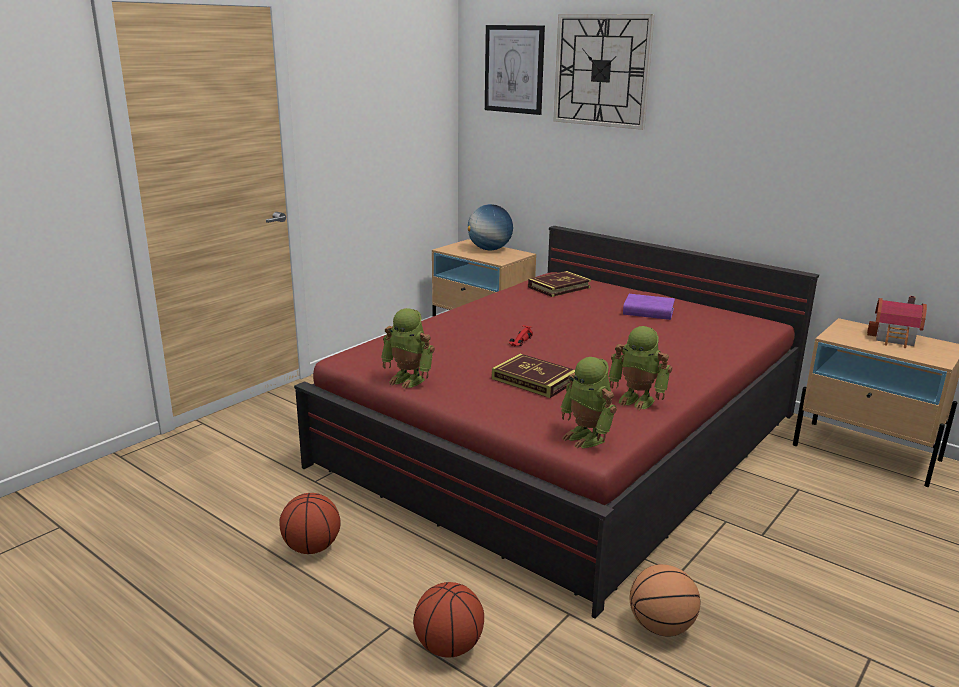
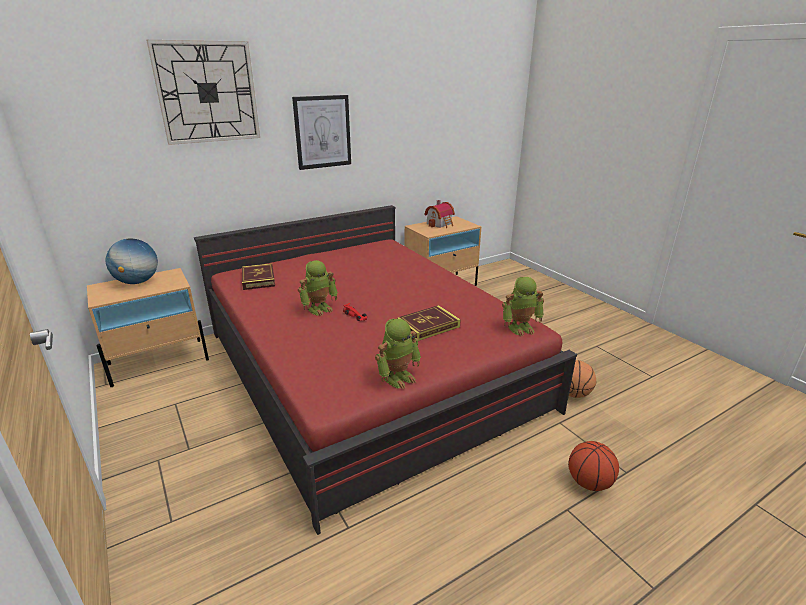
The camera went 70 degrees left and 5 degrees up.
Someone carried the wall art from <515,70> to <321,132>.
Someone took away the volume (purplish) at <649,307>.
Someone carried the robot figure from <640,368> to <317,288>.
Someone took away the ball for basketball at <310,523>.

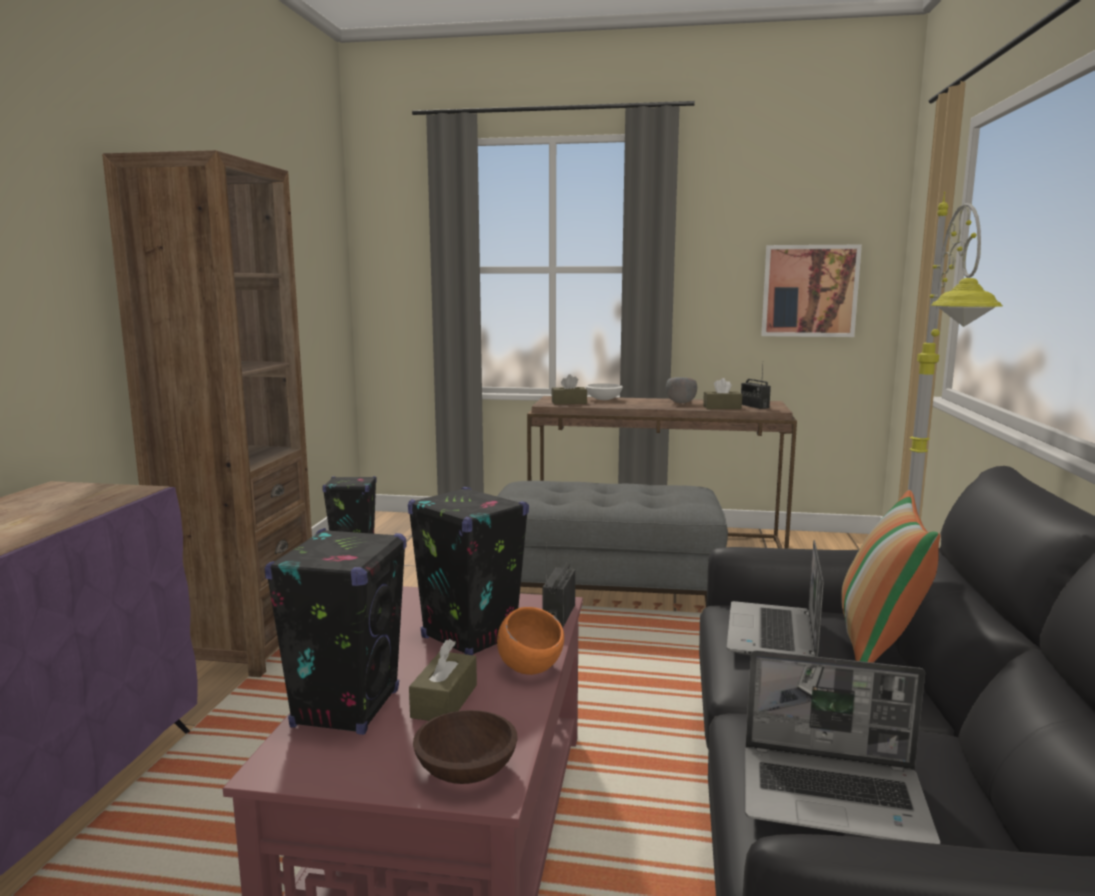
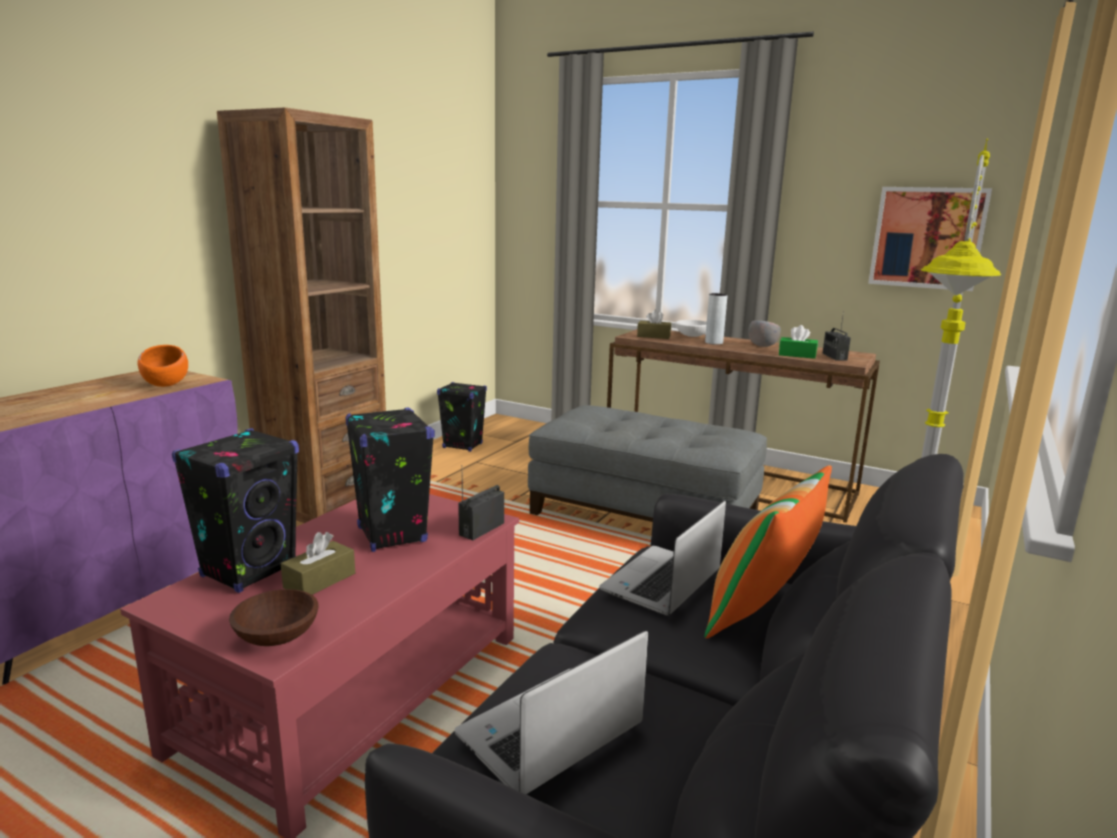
The camera went 20 degrees right and 5 degrees up.
Someone repainted the tissue box (brownish) at <722,393>, which became the tissue box (green) at <798,342>.
Someone carried the bowl (orange) from <530,641> to <163,366>.
Someone rotated the notebook computer at <842,747> by 105 degrees clockwise.
Someone put down the flower vase (gray) at <716,318>.

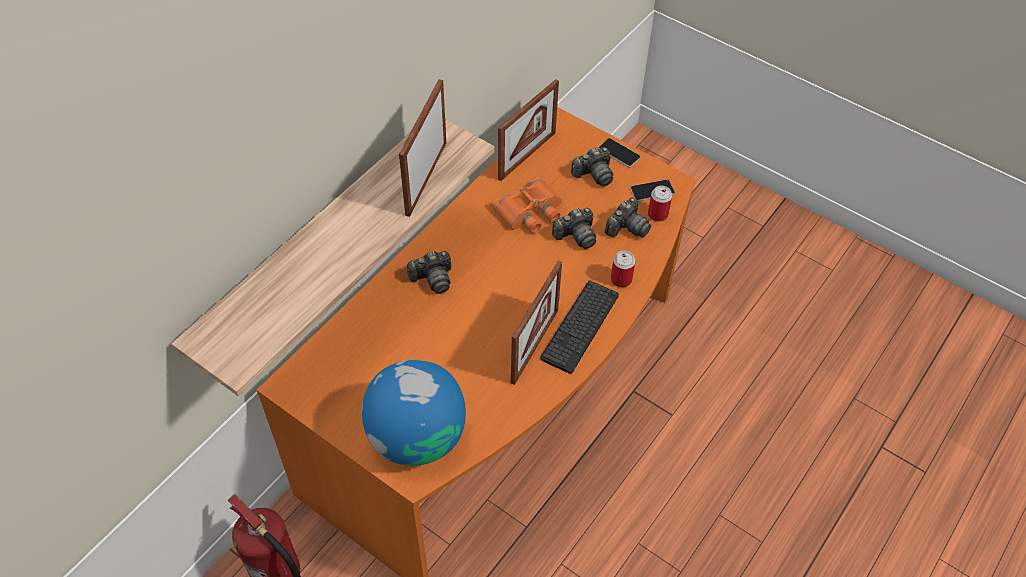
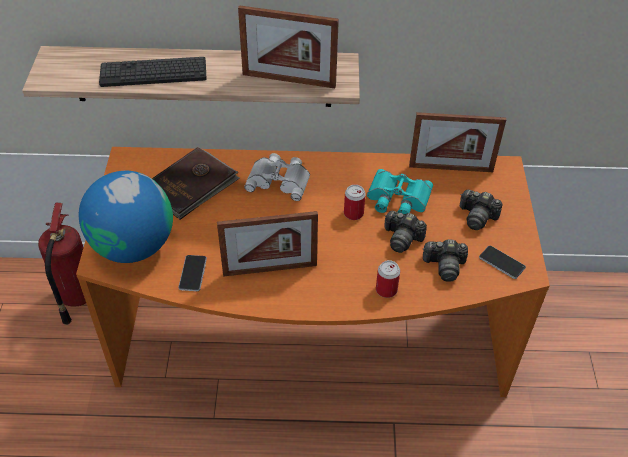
The camera went 55 degrees right and 5 degrees down.
Someone rotated the picture frame at <422,148> by 150 degrees counterclockwise.
Someone carried the telephone from <619,152> to <192,273>.
Someone repainted the pair of binoculars (orange) at <526,205>, which became the pair of binoculars (turquoise) at <400,192>.
Someone carried the sealed can from <660,204> to <355,202>.
Someone swapped the photo camera at <429,272> for the pair of binoculars (white) at <277,177>.
Someone carried the keyboard from <579,327> to <153,72>.
Someone put down the volume (brownish) at <196,183>.

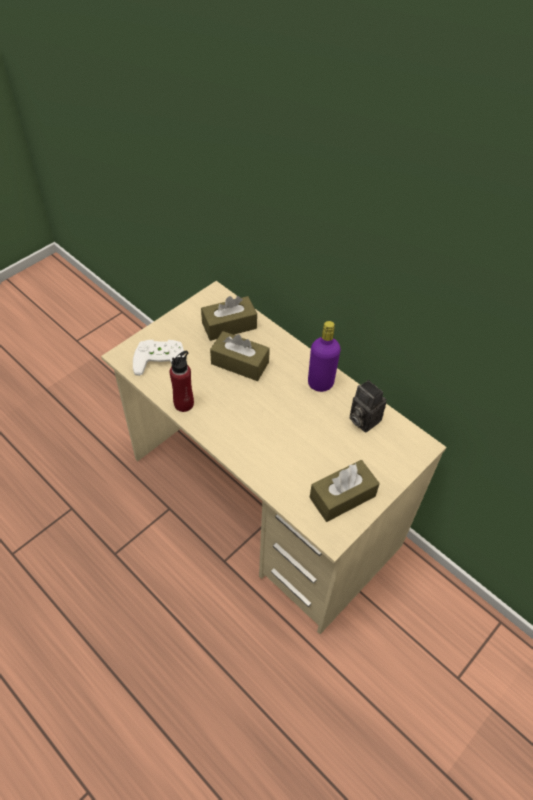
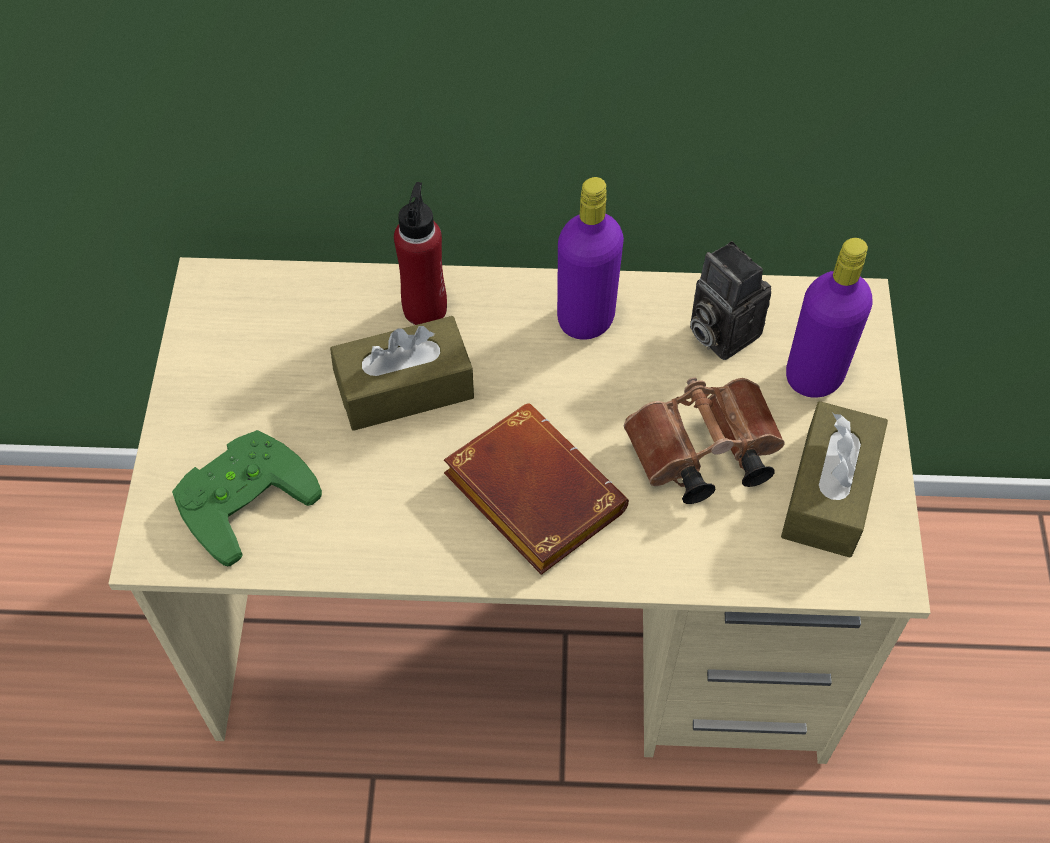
The camera went 40 degrees left and 5 degrees up.
Someone took away the tissue box (brownish) at <229,318>.
Someone repainted the game controller (white) at <159,358>, which became the game controller (green) at <247,498>.
Someone carried the beverage bottle (red-coloured) from <182,381> to <420,253>.
Someone rotated the photo camera at <367,406> by 45 degrees clockwise.
Someone put down the beverage bottle (purplish) at <829,317>.
Someone put down the pair of binoculars (brownish) at <704,440>.
Someone put down the volume (brownish) at <536,489>.

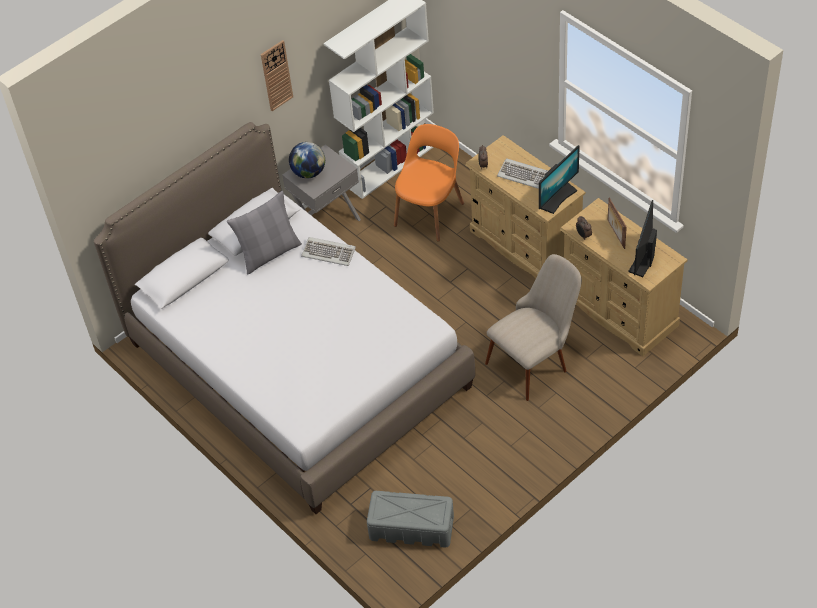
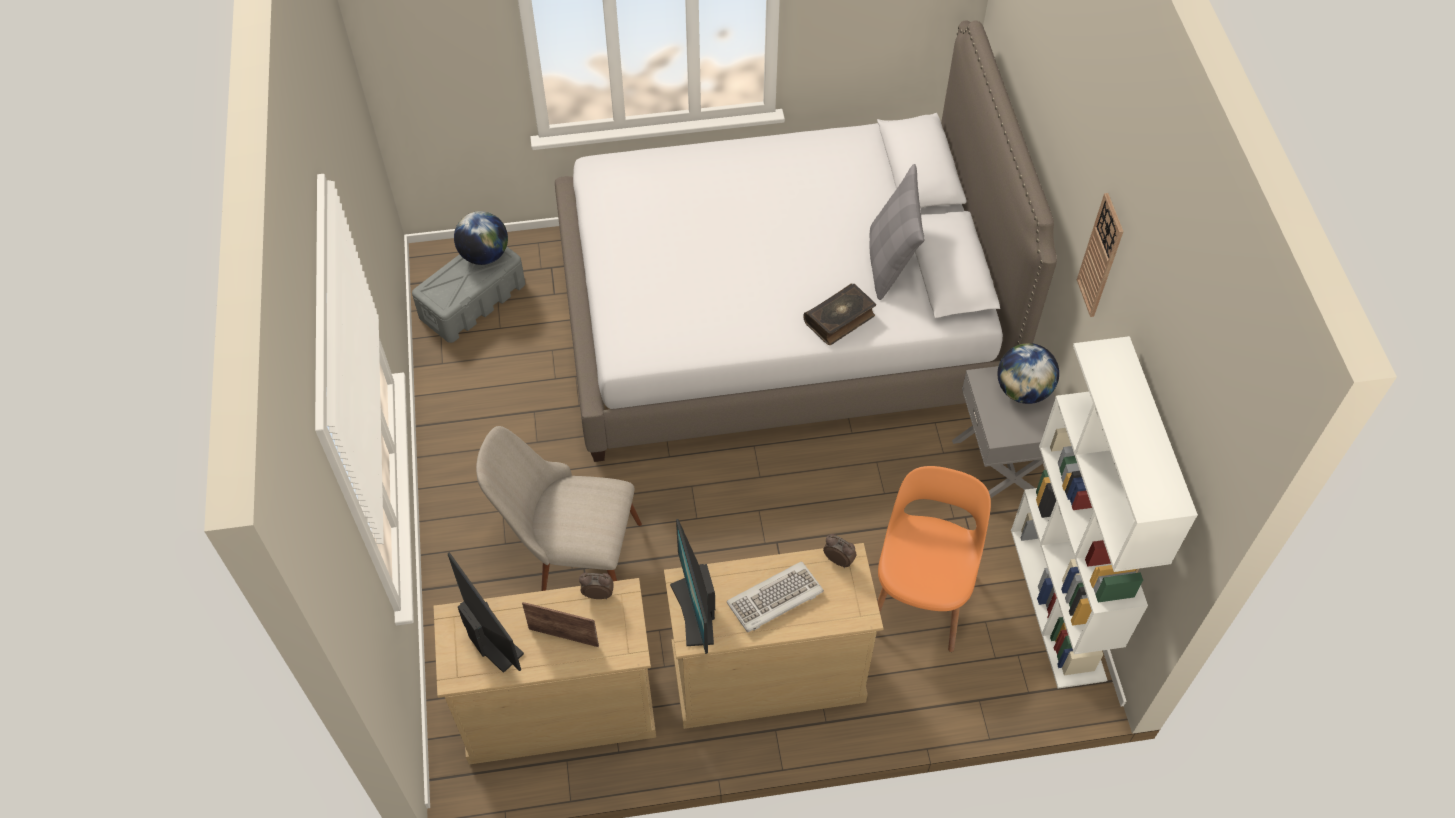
The camera went 120 degrees right and 5 degrees up.
Someone rotated the chair (orange) at <429,183> by 135 degrees counterclockwise.
Someone swapped the keyboard at <328,251> for the volume at <839,314>.
Someone rotated the chair (beige-coloured) at <533,327> by 105 degrees clockwise.
Someone put down the globe at <481,238>.

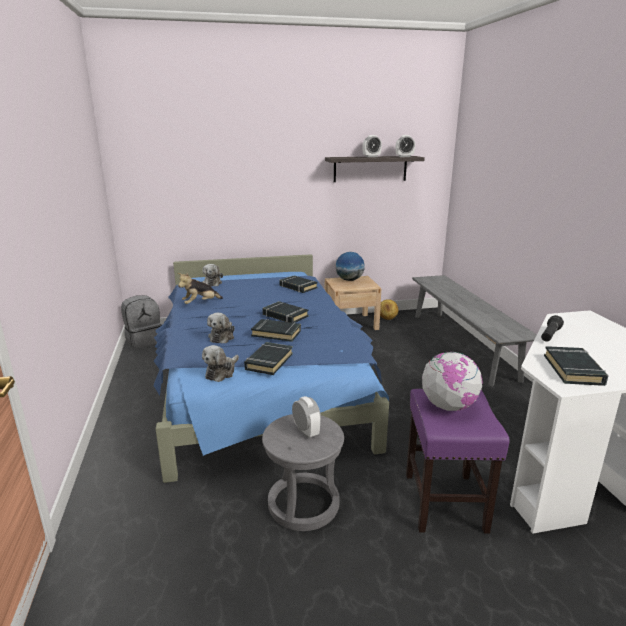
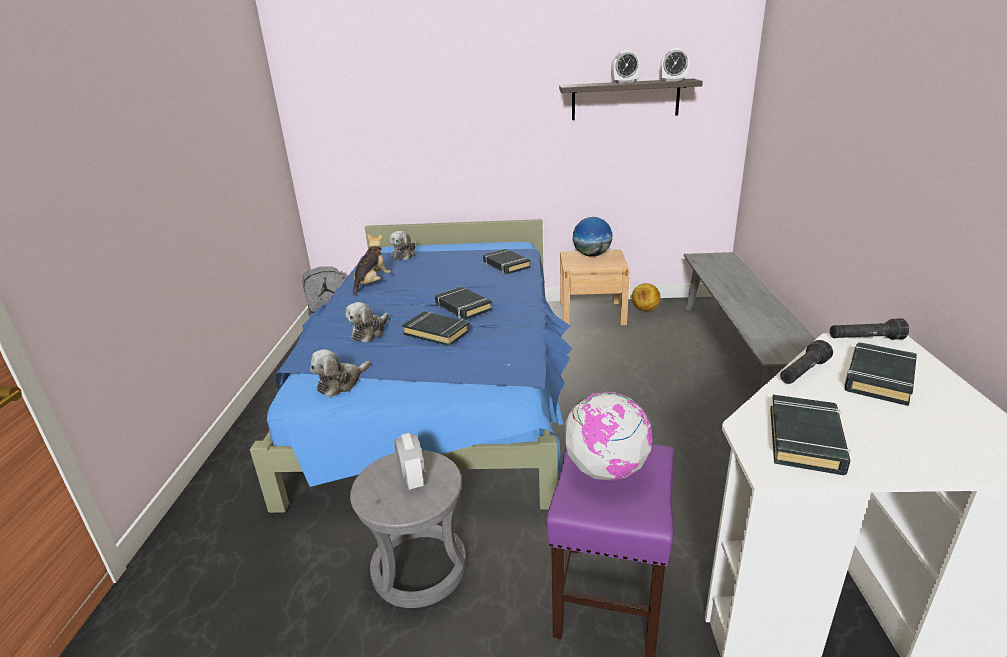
The camera went 15 degrees right and 5 degrees up.
Someone rotated the cuddly toy at <200,288> by 135 degrees clockwise.
Someone carried the volume (black) from <268,358> to <880,374>.
Someone put down the torch (black) at <869,329>.

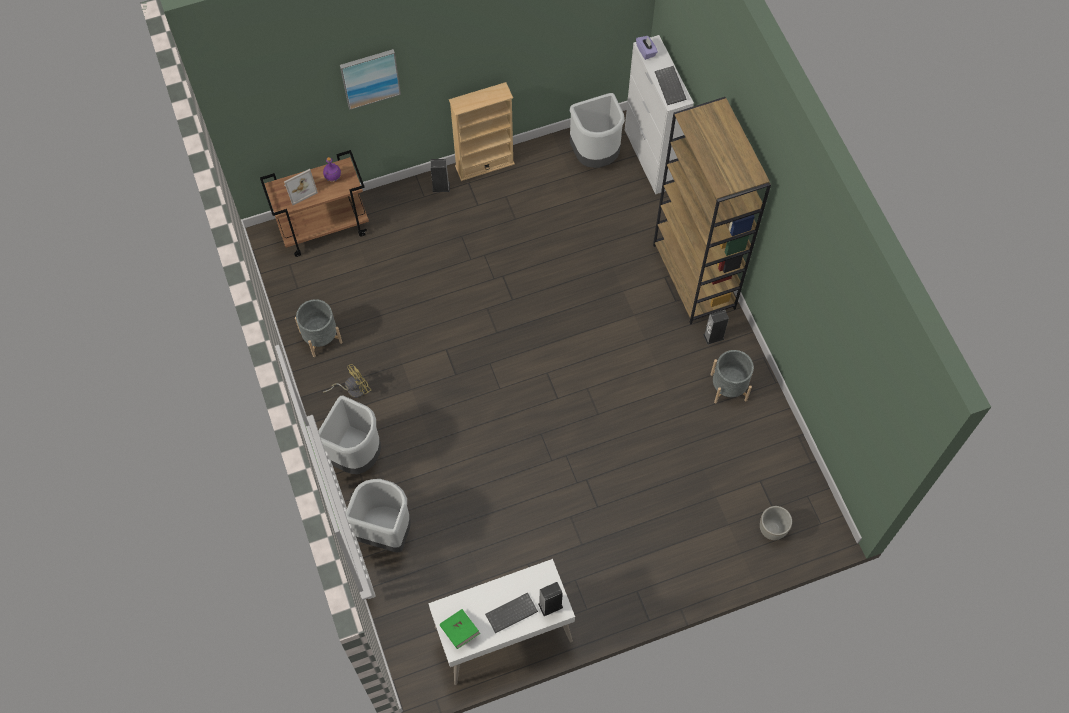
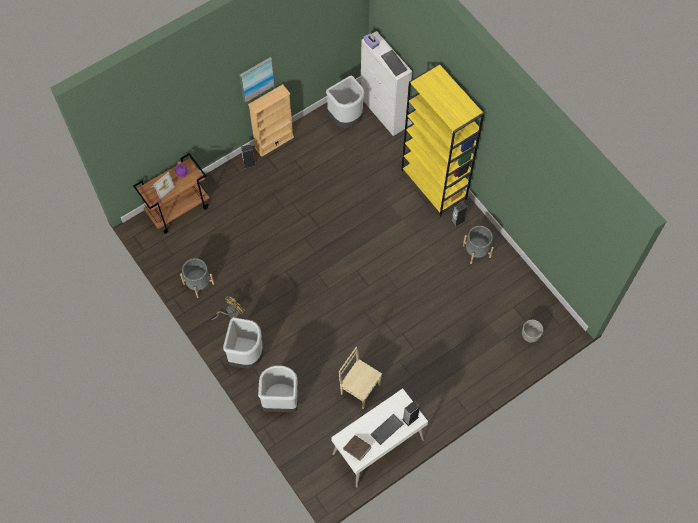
The camera went 15 degrees left and 0 degrees up.
Someone carried the wall art from <370,79> to <257,80>.
Someone repainted the shelving unit (brownish) at <712,210>, which became the shelving unit (yellow-coloured) at <442,140>.
Someone repainted the volume (green) at <460,629>, which became the volume (brownish) at <357,448>.
Someone put down the chair (beige-coloured) at <360,378>.

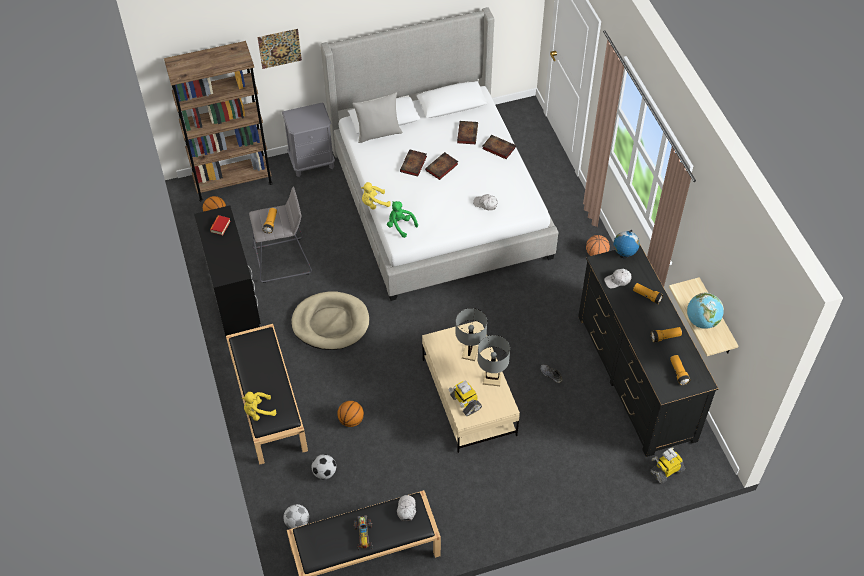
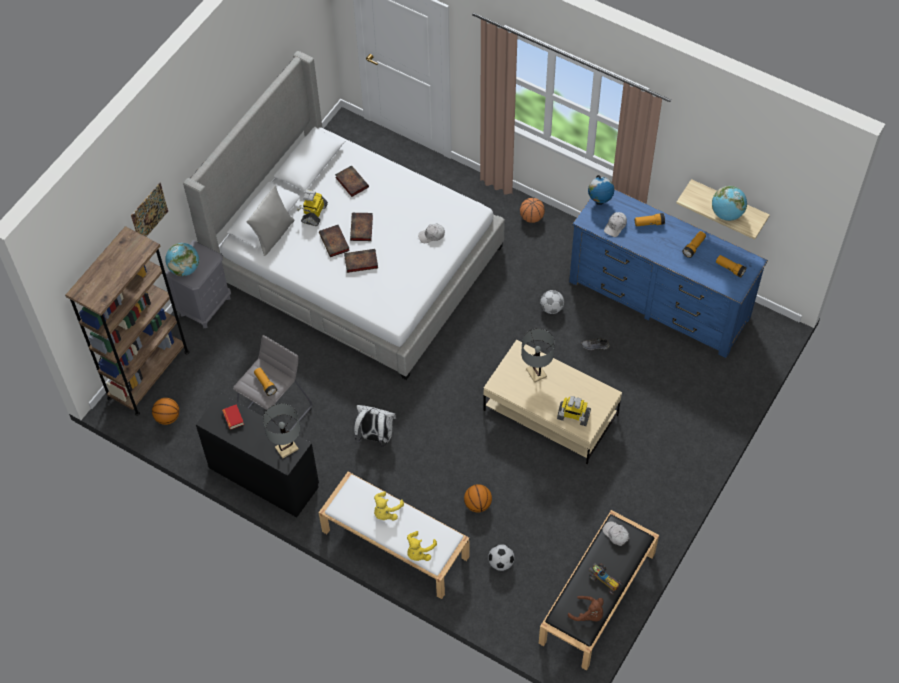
The camera went 40 degrees left and 5 degrees up.
Someone carried the volume from <499,147> to <361,261>.
Someone carried the cuddly toy (yellow-coloured) from <376,196> to <389,506>.
Someone took away the cuddly toy (green) at <402,219>.
Someone repainted the chest of drawers (black) at <648,351>, which became the chest of drawers (bluish) at <668,273>.
Someone swapped the dog bed (beige-coloured) at <330,320> for the knapsack (white) at <375,426>.
Someone repainted the long seat (black) at <267,394>, which became the long seat (white) at <394,535>.
Someone carried the table lamp (gray) from <494,360> to <281,431>.
Someone carried the robot figure from <667,465> to <312,208>.
Someone carried the ball for football from <296,516> to <552,302>.
Someone put down the globe at <182,259>.
Someone put down the cuddly toy (brownish) at <586,608>.

